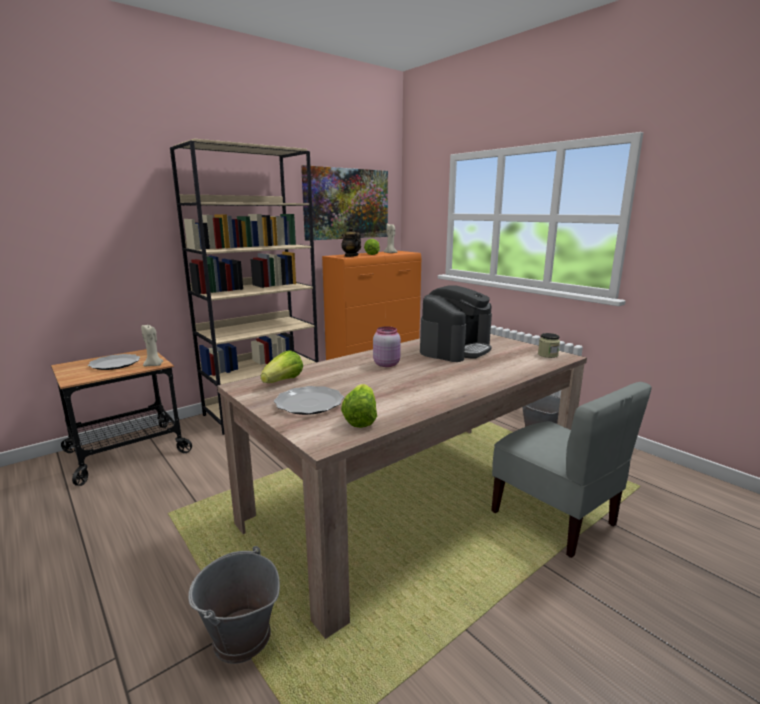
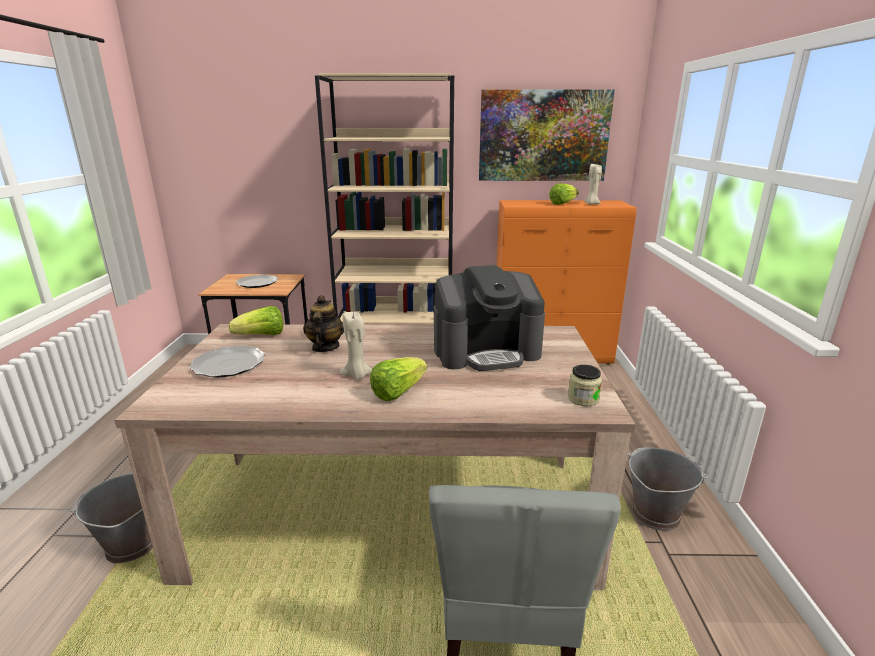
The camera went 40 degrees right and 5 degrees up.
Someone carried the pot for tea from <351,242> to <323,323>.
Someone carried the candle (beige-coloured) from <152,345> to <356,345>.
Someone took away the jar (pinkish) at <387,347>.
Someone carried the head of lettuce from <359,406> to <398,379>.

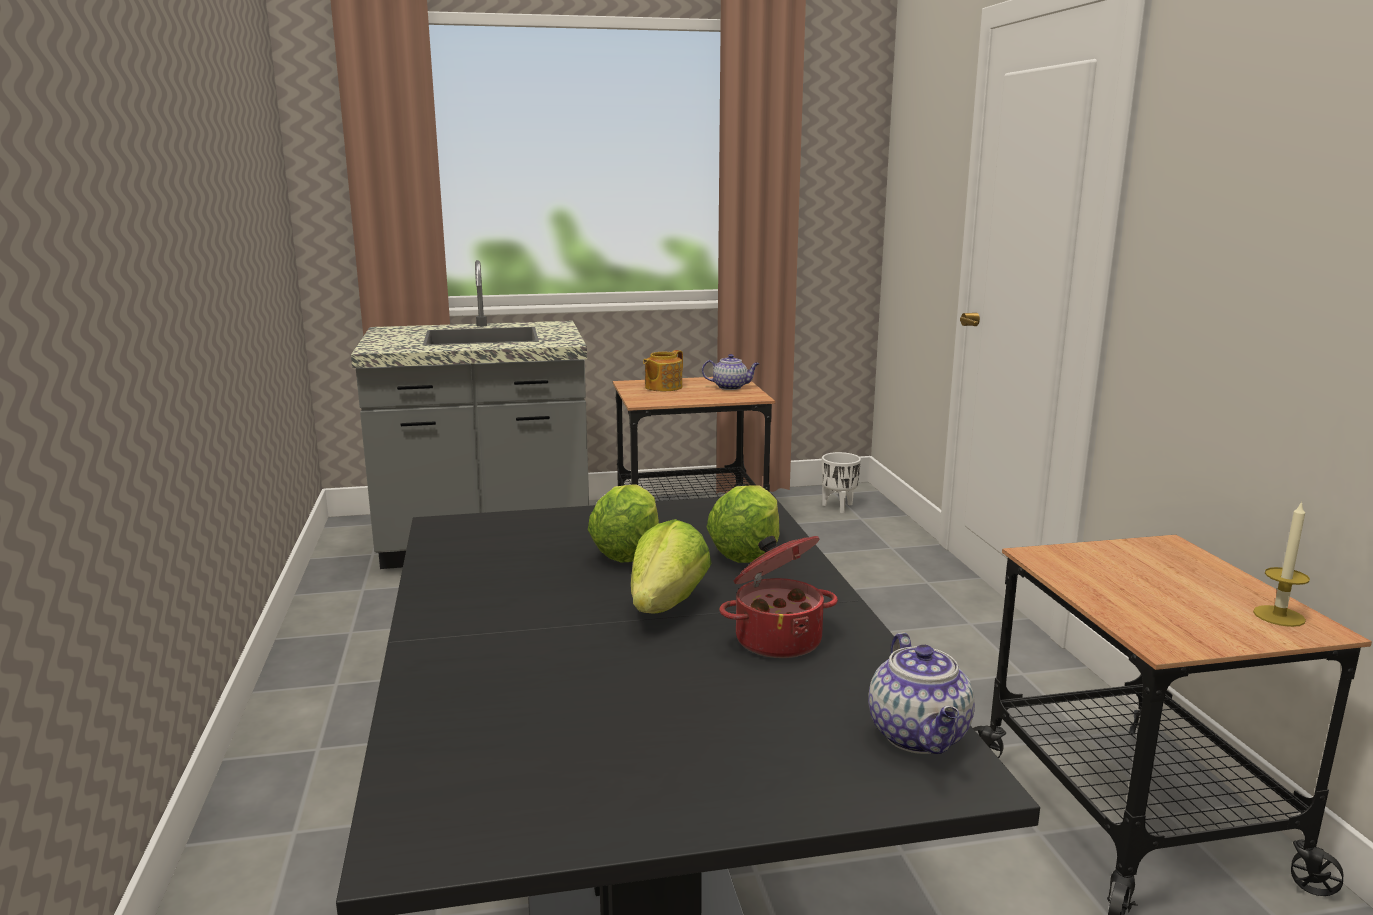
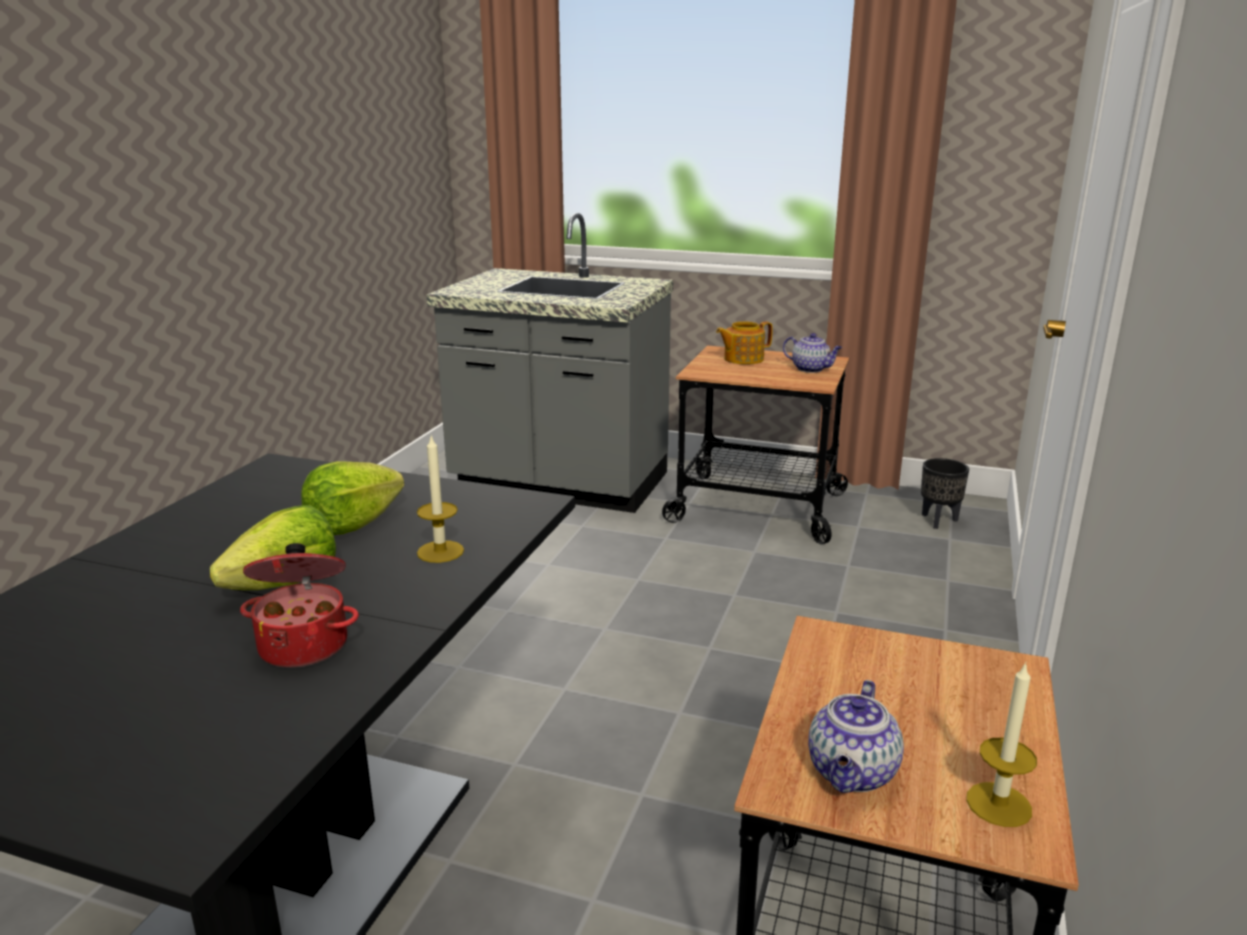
The camera went 30 degrees right and 5 degrees up.
Someone repainted the flower pot (white) at <841,482>, which became the flower pot (black) at <945,493>.
Someone swapped the head of lettuce at <742,524> for the candle at <440,499>.
Someone carried the pot for tea from <921,693> to <856,736>.

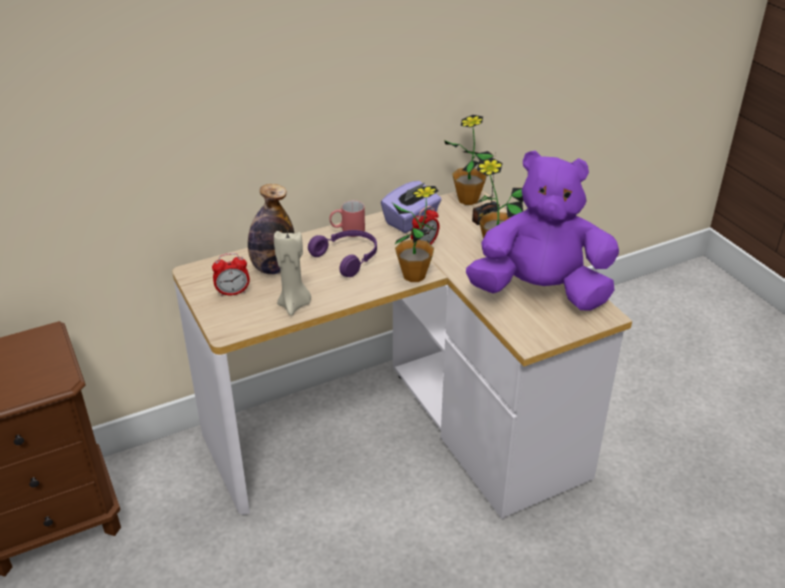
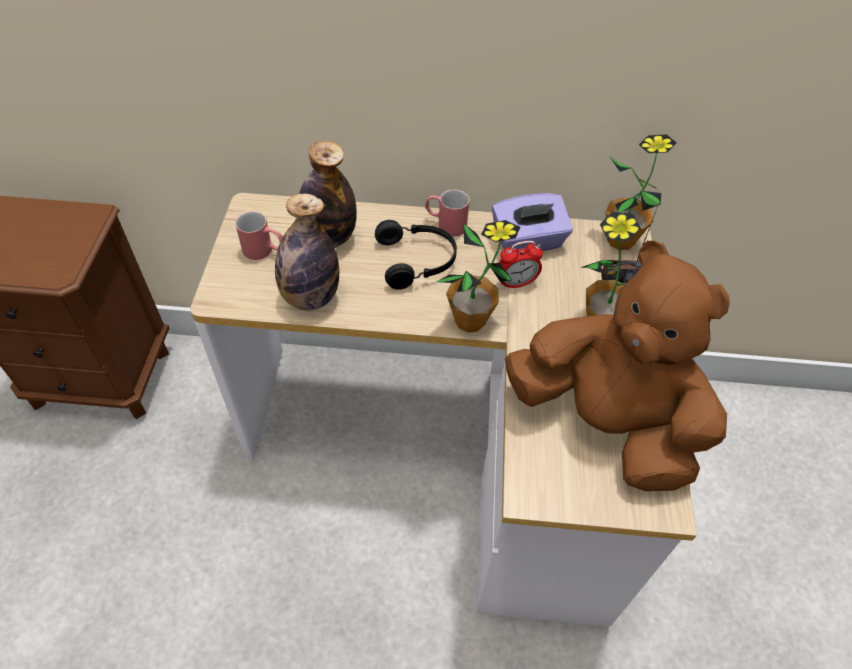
The camera went 30 degrees right and 15 degrees up.
Someone repainted the cuddly toy (purplish) at <542,231>, which became the cuddly toy (brownish) at <617,366>.
Someone repainted the headset (purplish) at <342,253>, which became the headset (black) at <416,255>.
Someone swapped the candle (beige-coloured) at <292,273> for the beverage bottle at <307,252>.
Someone swapped the bedside clock at <231,275> for the coffee mug (red-coloured) at <259,235>.

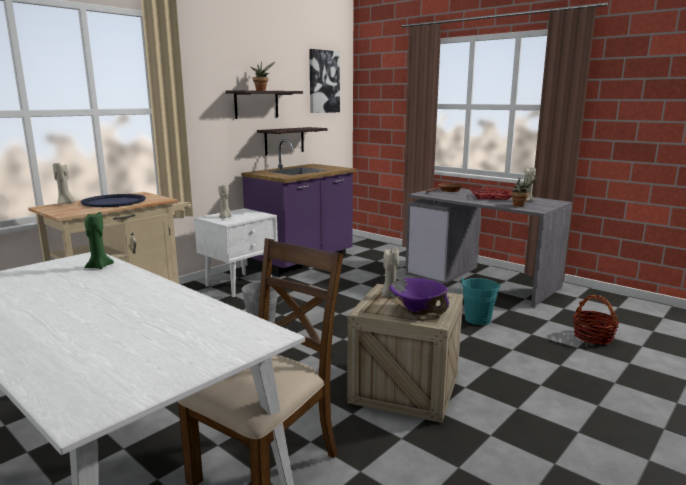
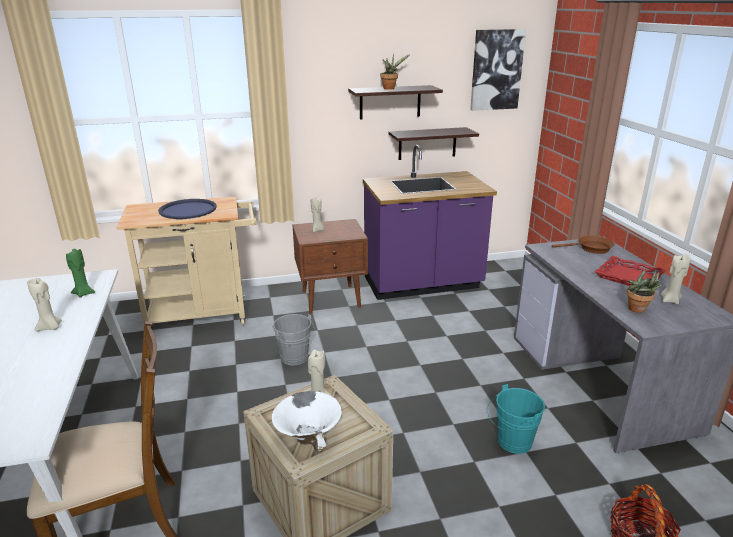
The camera went 35 degrees right and 10 degrees up.
Someone carried the candle (beige-coloured) from <64,183> to <44,304>.
Someone repainted the bedside table (white) at <236,252>, which became the bedside table (brownish) at <330,266>.
Someone repainted the bowl (purplish) at <419,296>, which became the bowl (white) at <307,422>.

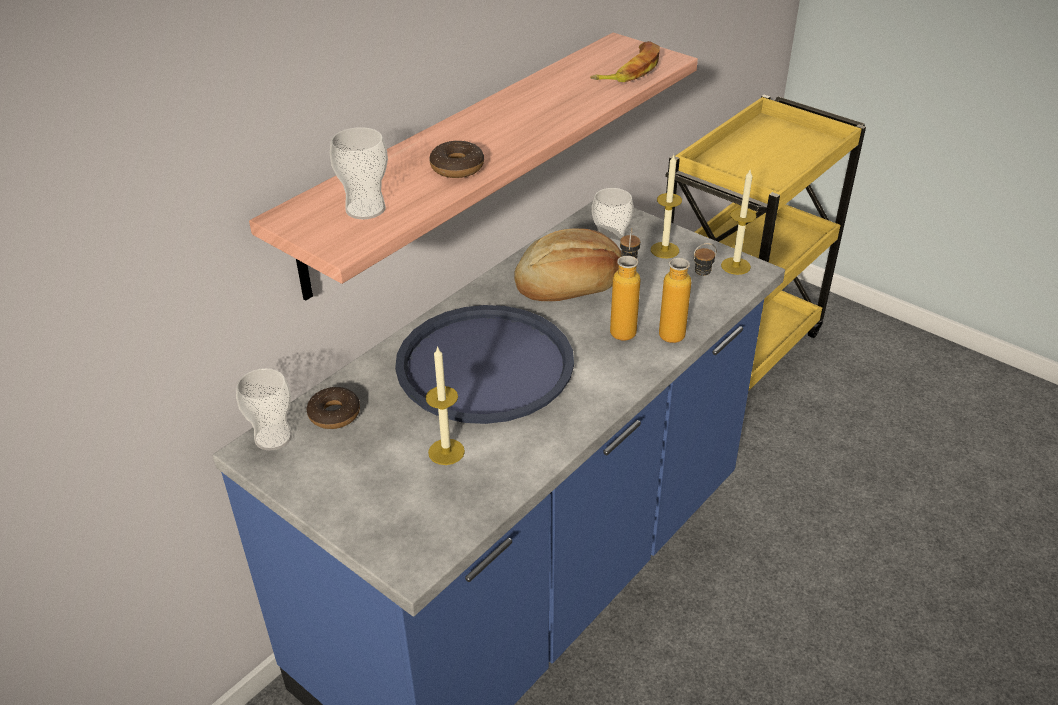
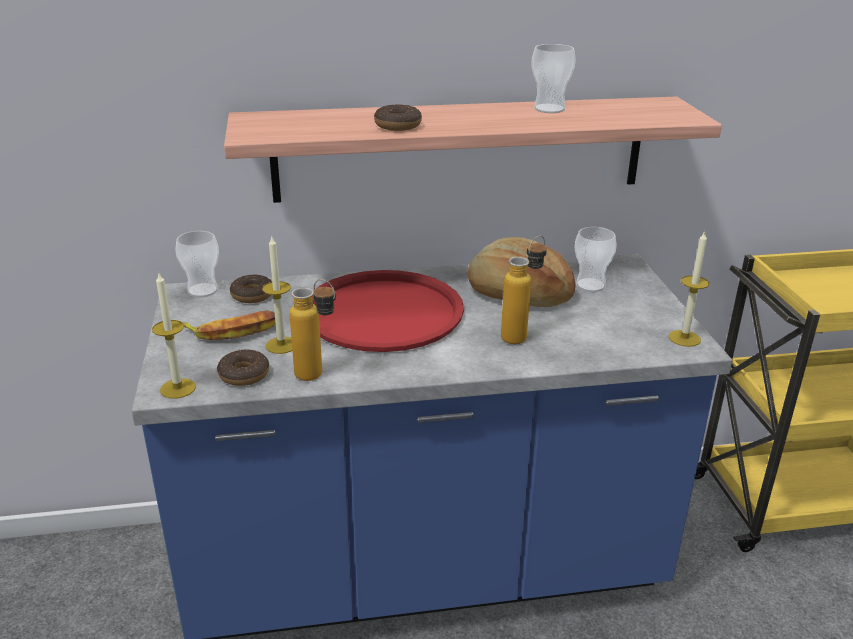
The camera went 40 degrees right and 10 degrees down.
Someone carried the whole banana from <625,61> to <229,325>.
Someone carried the drinking cup from <359,173> to <553,78>.
Someone carried the candle from <666,207> to <174,336>.
Someone carried the beverage bottle from <688,293> to <312,330>.
Someone repainted the carrying tray (bluish) at <484,364>, which became the carrying tray (red-coloured) at <388,311>.
Someone put down the doughnut at <243,367>.

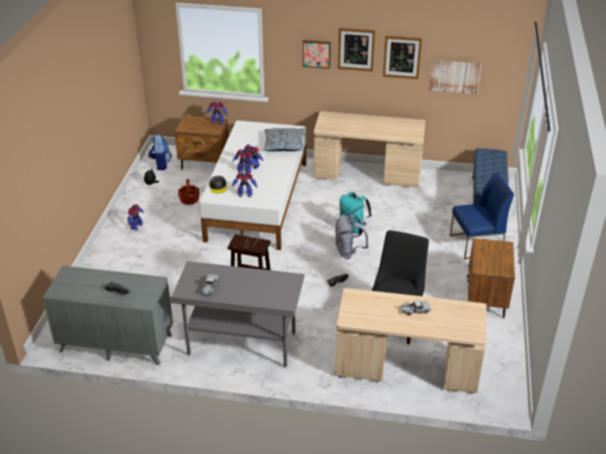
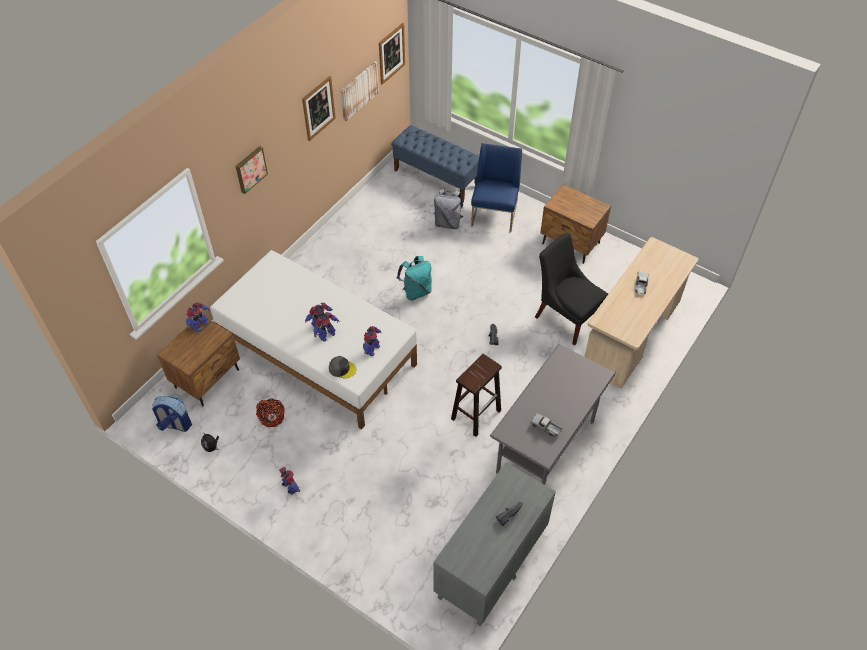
The camera went 65 degrees left and 15 degrees up.
Someone carried the wall art from <356,50> to <392,54>.
Someone took away the desk (beige-coloured) at <370,149>.
Someone took away the pillow at <284,139>.
Someone carried the knapsack (gray) from <351,236> to <448,209>.

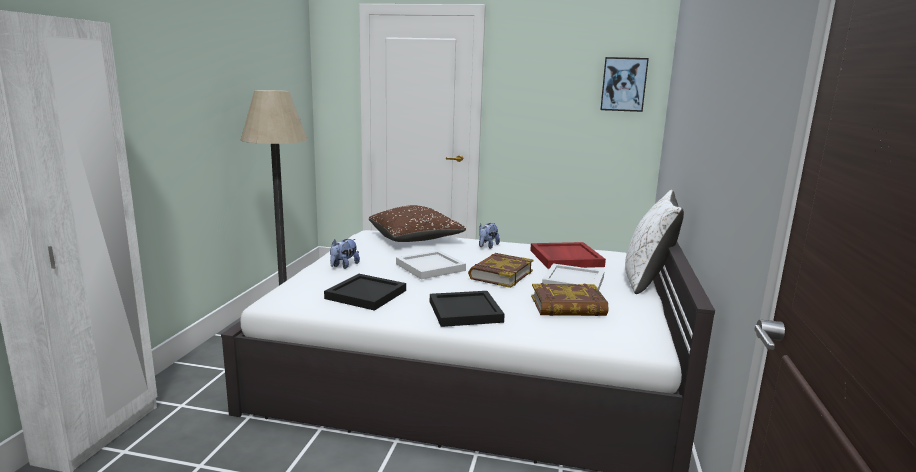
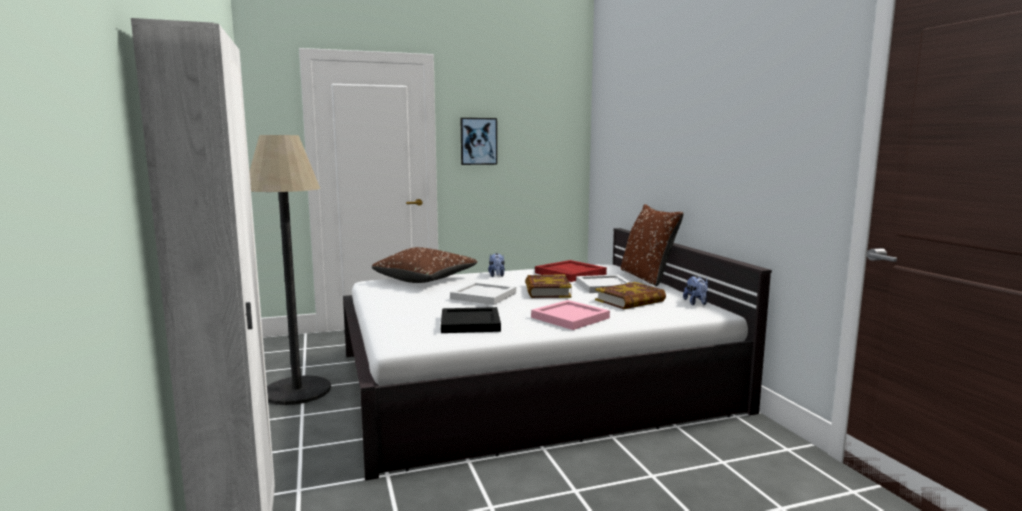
The camera went 30 degrees left and 5 degrees down.
Someone carried the wall art from <624,84> to <479,141>.
Someone repainted the pillow (white) at <654,242>, which became the pillow (brownish) at <652,245>.
Someone carried the cuddly toy from <345,254> to <695,290>.
Someone repainted the carrying tray (black) at <467,309>, which became the carrying tray (pinkish) at <570,315>.

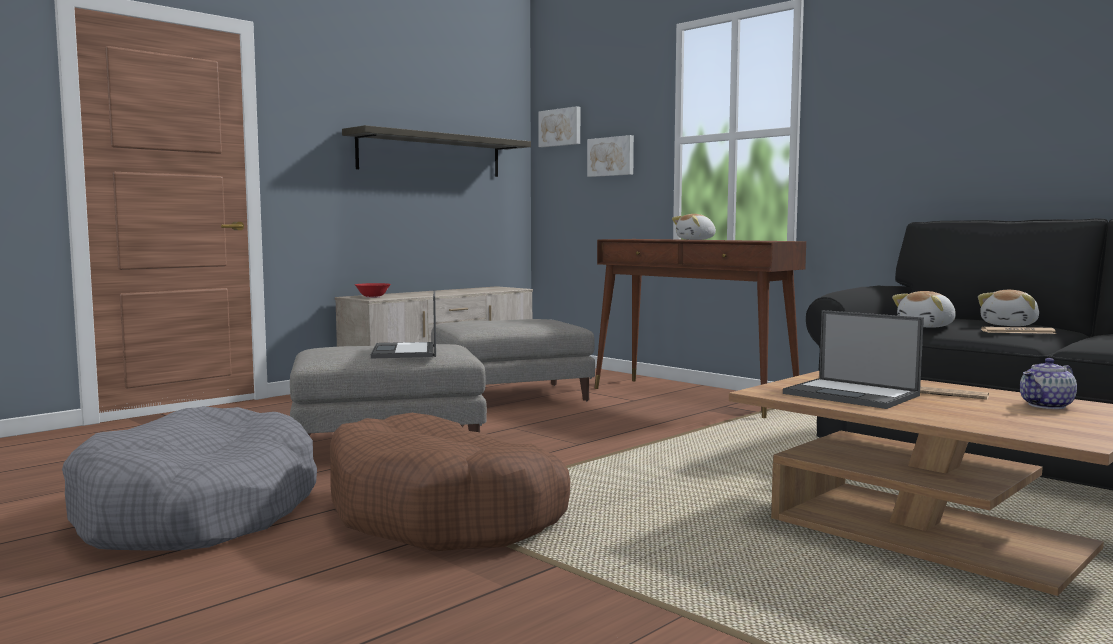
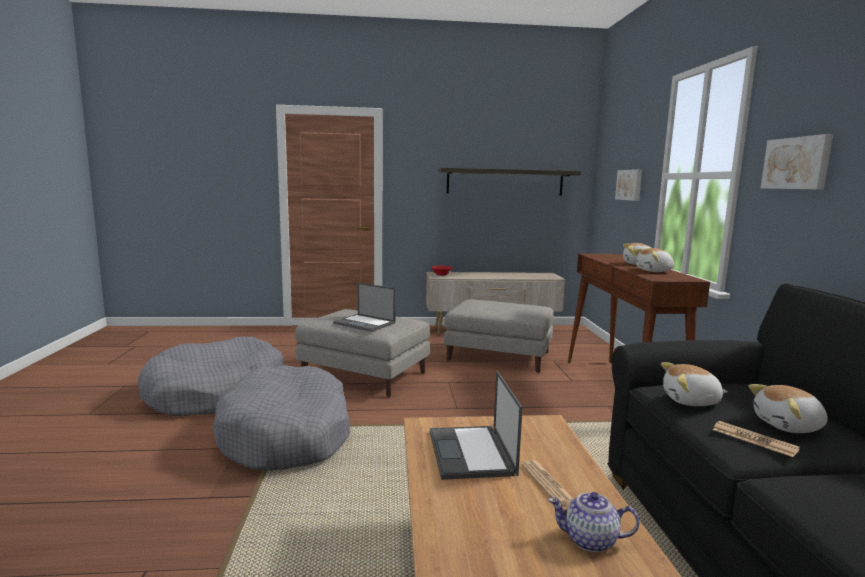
The camera went 40 degrees right and 5 degrees up.
Someone carried the wall art from <559,126> to <797,162>.
Someone rotated the notebook computer at <403,324> by 90 degrees counterclockwise.
Someone repainted the dog bed (brownish) at <450,482>, which became the dog bed (gray) at <281,418>.
Someone put down the cuddly toy at <653,260>.

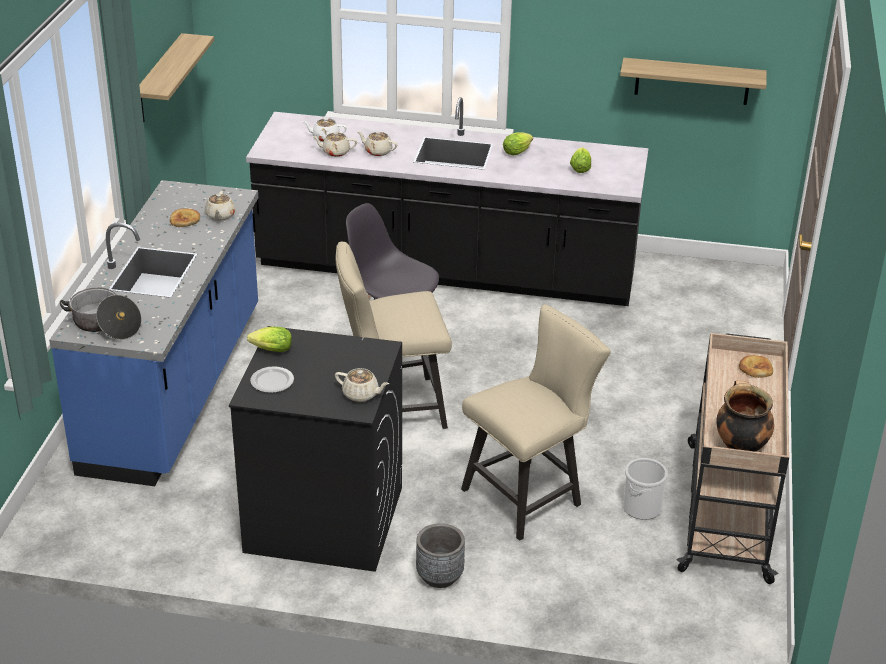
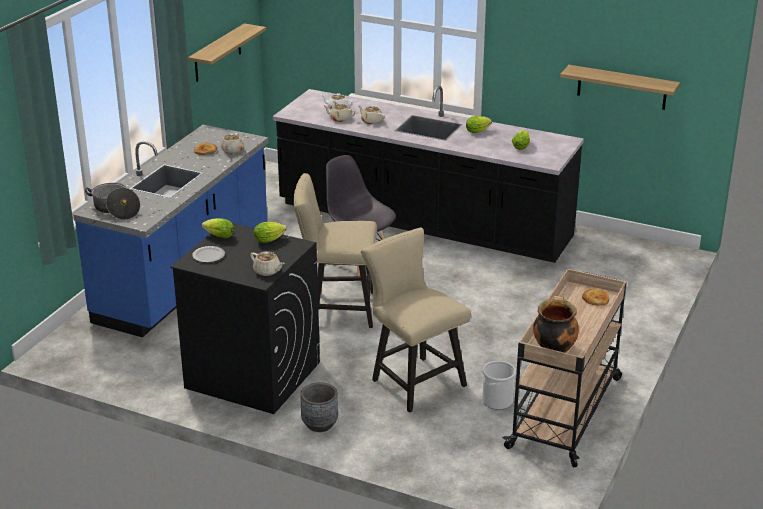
The camera went 15 degrees right and 5 degrees down.
Someone rotated the chair (beige-coloured) at <536,422> by 105 degrees counterclockwise.
Someone put down the head of lettuce at <270,232>.

